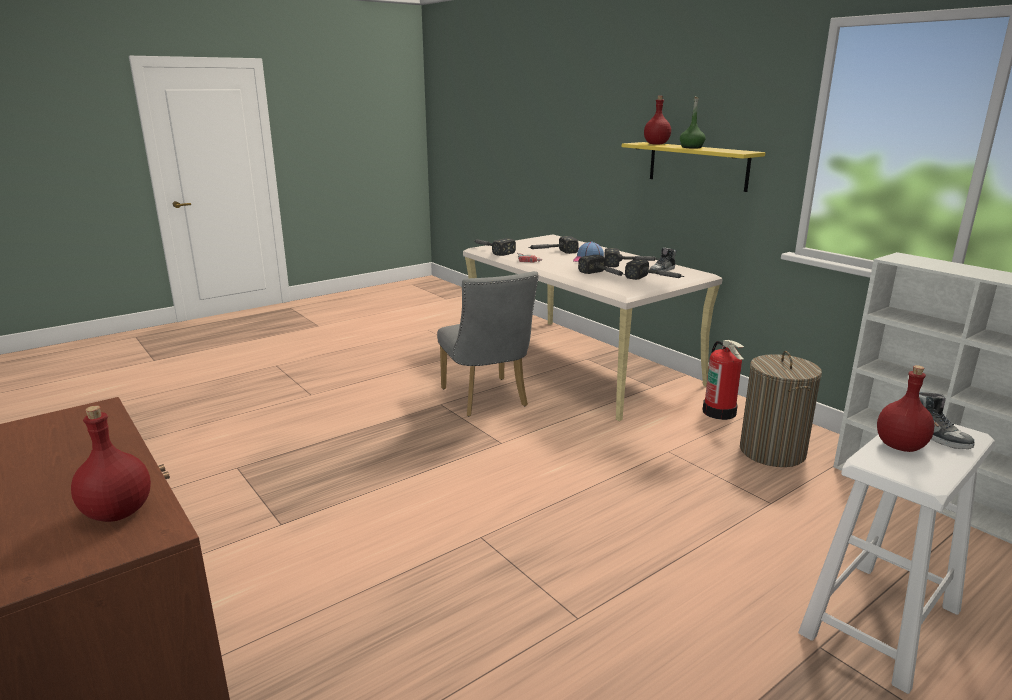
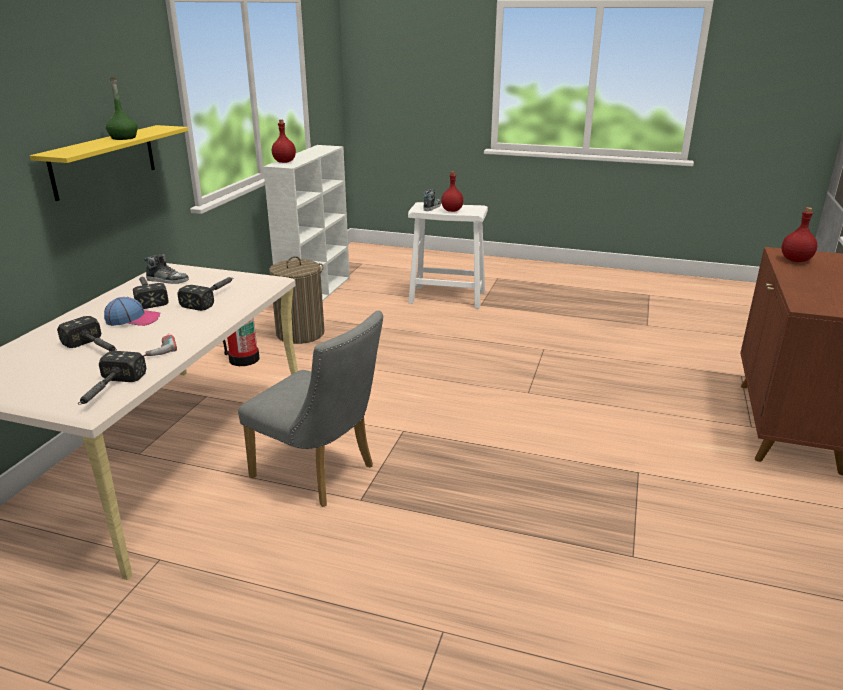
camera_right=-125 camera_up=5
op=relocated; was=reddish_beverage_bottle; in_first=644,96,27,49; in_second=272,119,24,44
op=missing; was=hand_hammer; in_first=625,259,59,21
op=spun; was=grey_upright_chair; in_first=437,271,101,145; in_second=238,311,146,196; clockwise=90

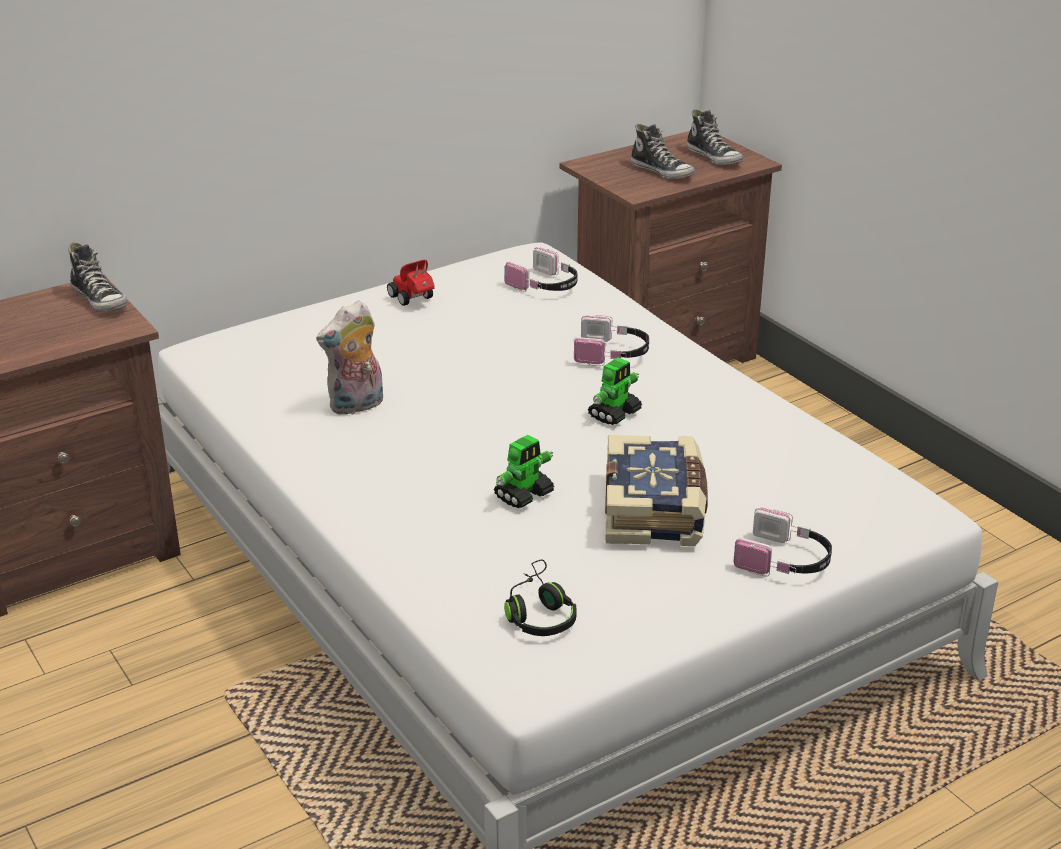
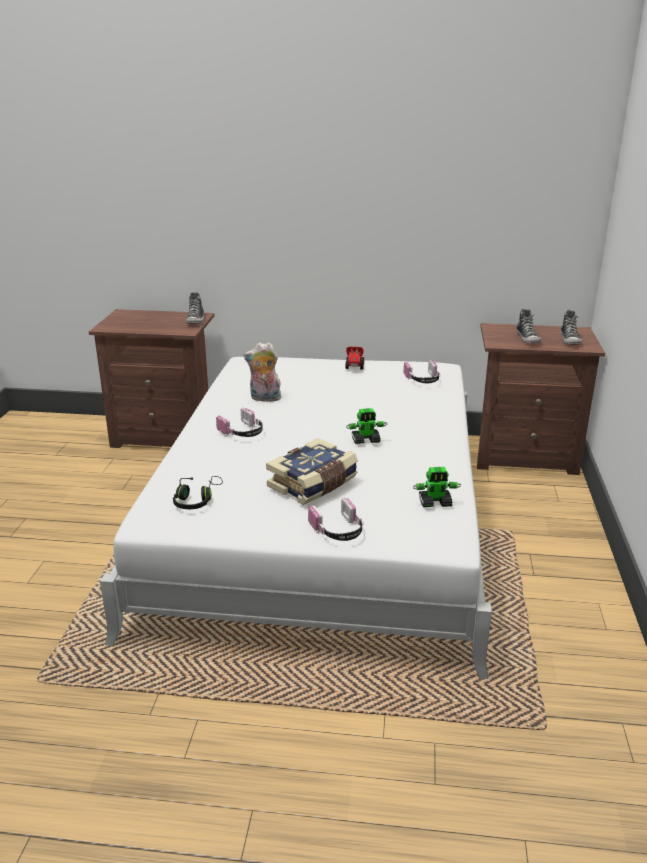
camera_right=40 camera_up=-5
op=relocated; was=headset; in_first=574,315,75,51; in_second=216,408,47,29
op=relocated; was=toy_robot; in_first=494,435,61,73; in_second=413,467,48,40

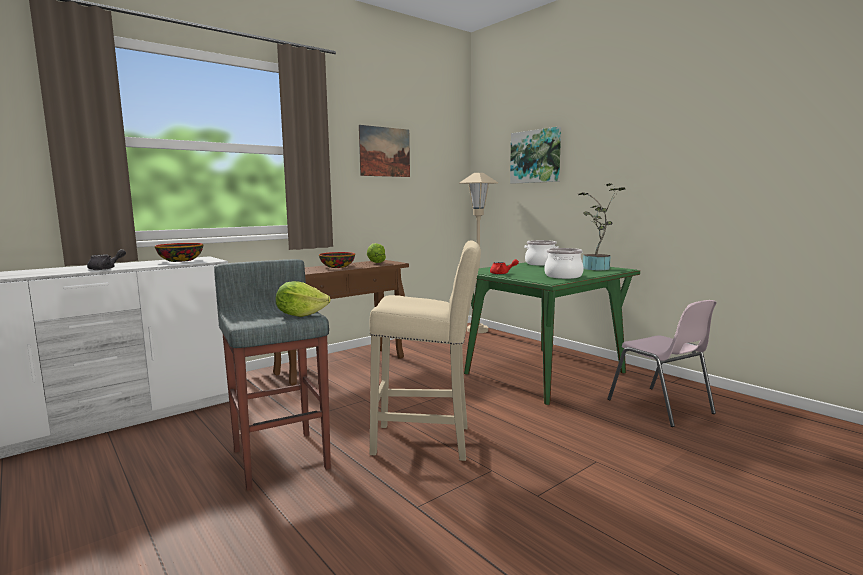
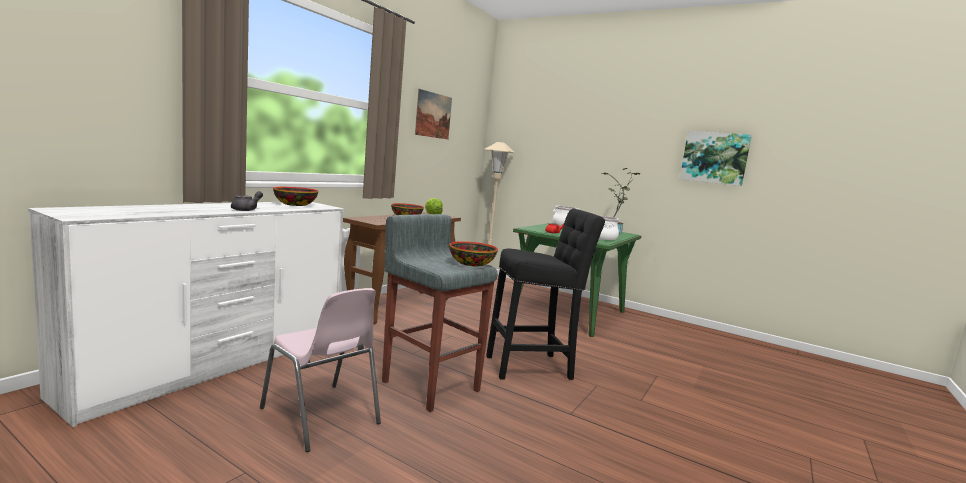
camera_right=-20 camera_up=0
op=relocated; was=wall_picture; in_first=510,127,51,57; in_second=680,131,72,55
op=colour; was=sand-coloured_stool; now=blackish_stool; in_first=370,240,111,221; in_second=486,209,119,171
op=exchanged; was=lettuce; now=deep_dish; in_first=276,281,55,36; in_second=449,241,49,25
op=relocated; was=pink_upright_chair; in_first=607,300,110,127; in_second=260,288,121,164

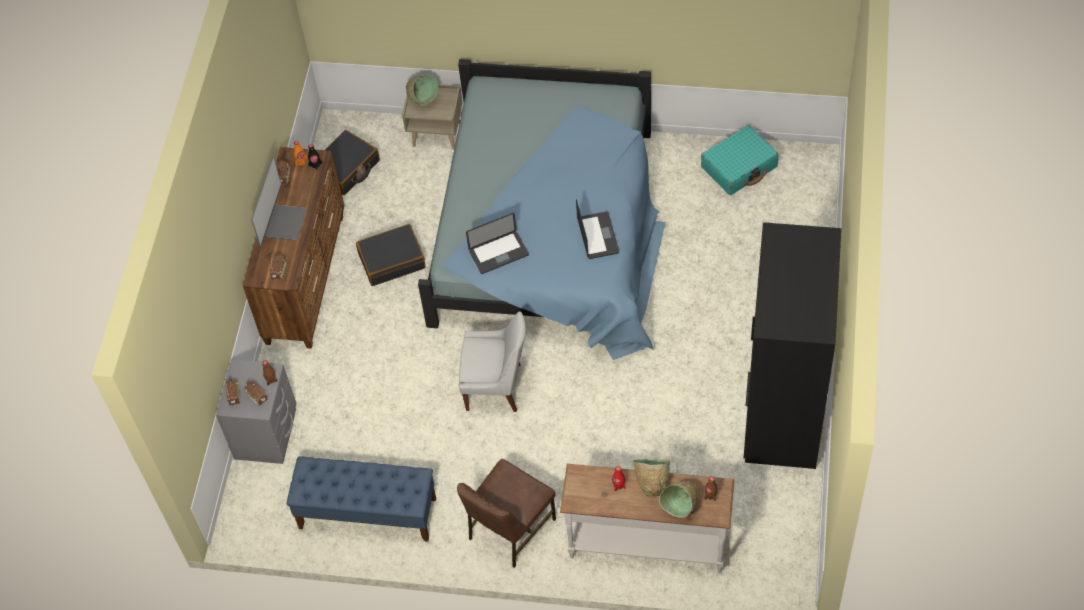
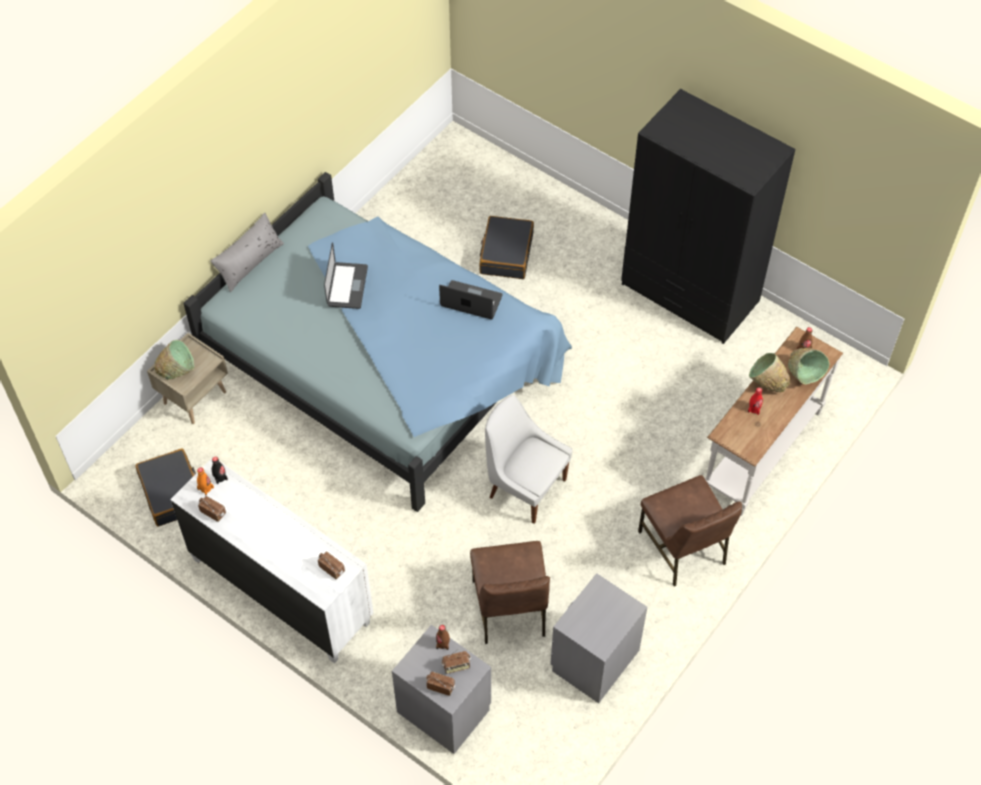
camera_right=-65 camera_up=0
op=missing; was=turquoise_travel_case; in_first=701,125,78,70
op=colour; was=brown-coloured_drawer_chest; now=whitish_drawer_chest; in_first=243,147,102,202; in_second=170,457,203,206
op=missing; was=monitor; in_first=251,157,56,90
op=relocated; was=portable_computer; in_first=466,213,63,61; in_second=324,242,44,67
op=relocated; was=blackish_travel_case; in_first=356,224,70,62; in_second=480,216,54,63
op=spun; was=whitish_upright_chair; in_first=459,311,67,101; in_second=485,395,87,129; clockwise=-90
op=exchanged; was=blue-coloured_bench; now=grey_bedside_table; in_first=287,456,149,86; in_second=550,573,97,130
op=appeared; now=grey_cushion; in_second=210,213,74,79
op=appeared; now=brown-coloured_upright_chair; in_second=470,541,80,103

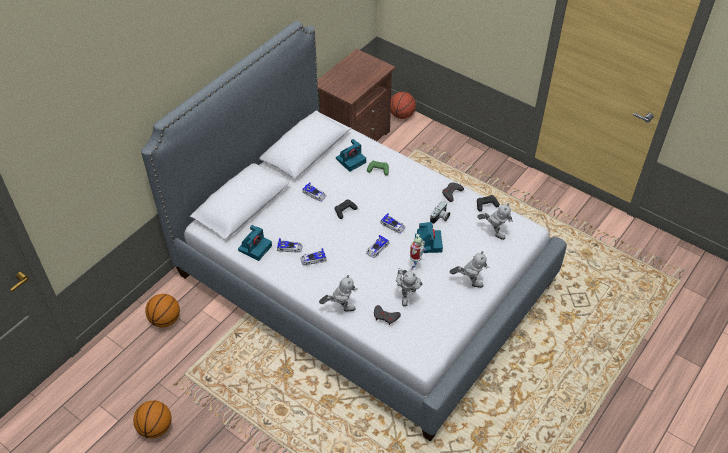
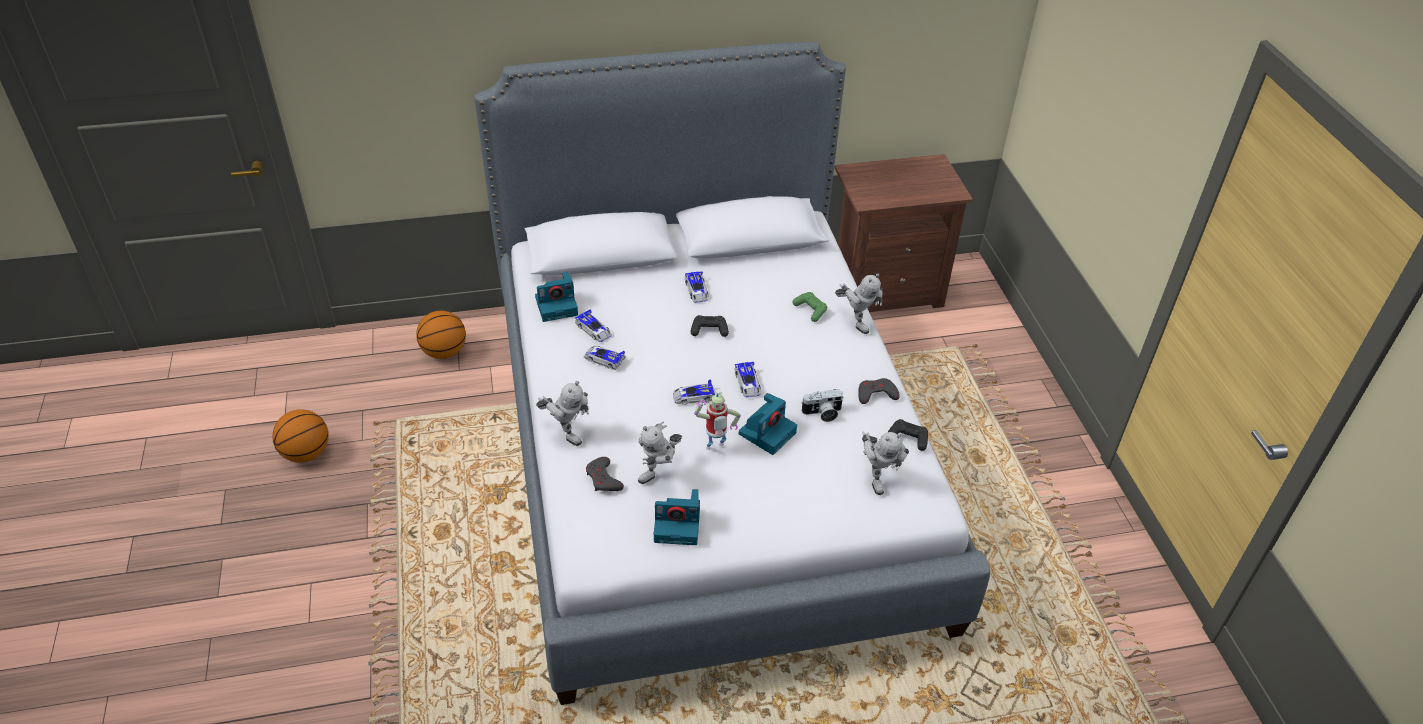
camera_right=40 camera_up=-5
op=missing; was=ball_for_basketball; in_first=391,92,25,27
op=relocated; was=still_camera; in_first=336,139,30,33; in_second=654,489,46,56
op=relocated; was=toy_robot; in_first=450,251,39,37; in_second=835,273,48,61

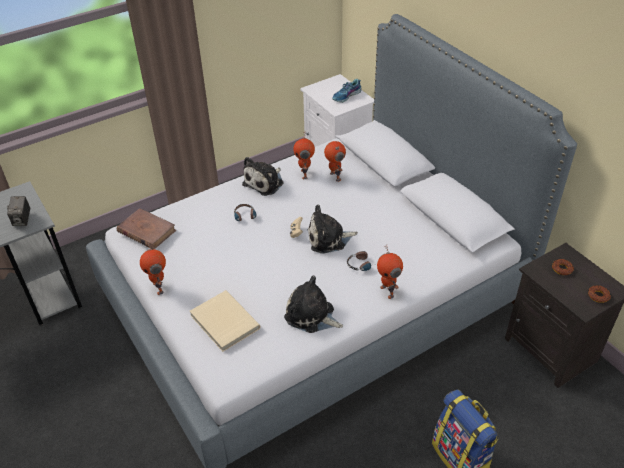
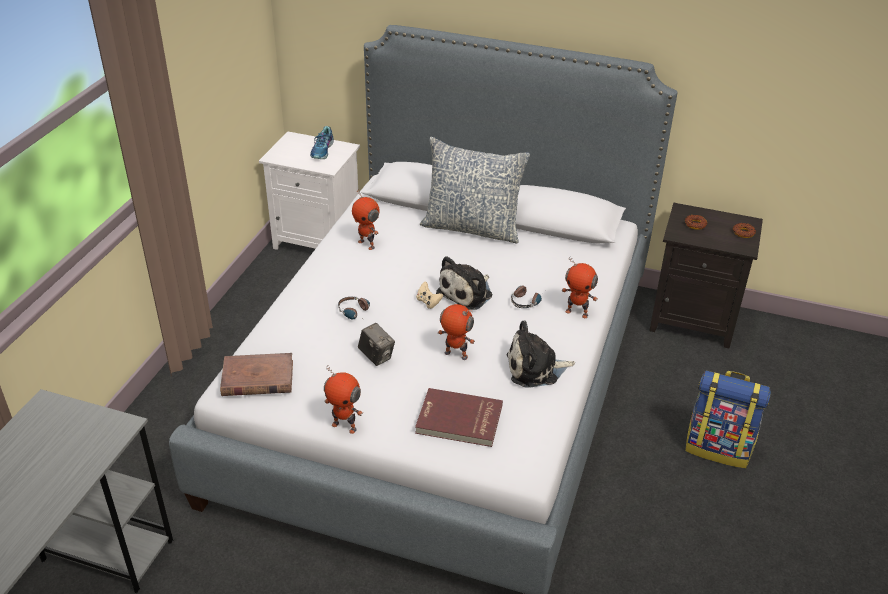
camera_right=-40 camera_up=-5
op=relocated; was=toy_robot; in_first=324,141,22,41; in_second=438,304,37,56
op=missing; was=cuddly_toy; in_first=242,157,42,39
op=relocated; was=still_camera; in_first=7,196,24,30; in_second=358,323,37,43
op=colour; was=sand-coloured_book; now=reddish_book; in_first=190,290,70,62; in_second=415,388,88,59
op=appeared; now=cushion; in_second=420,137,110,106

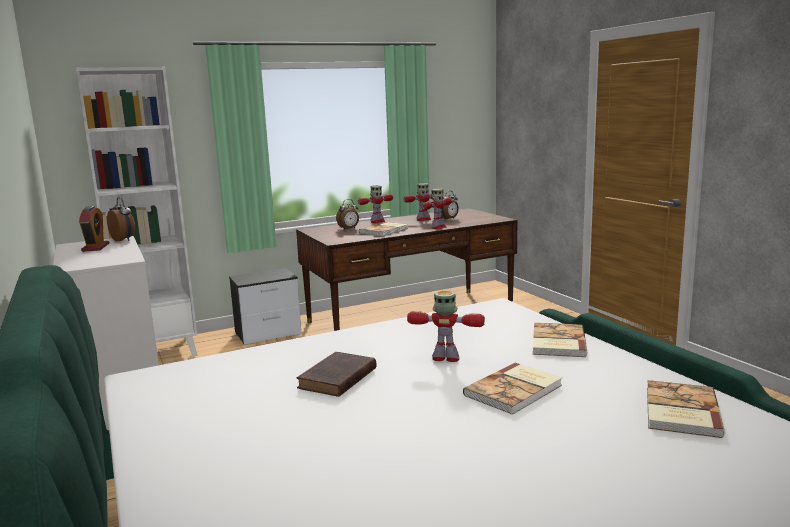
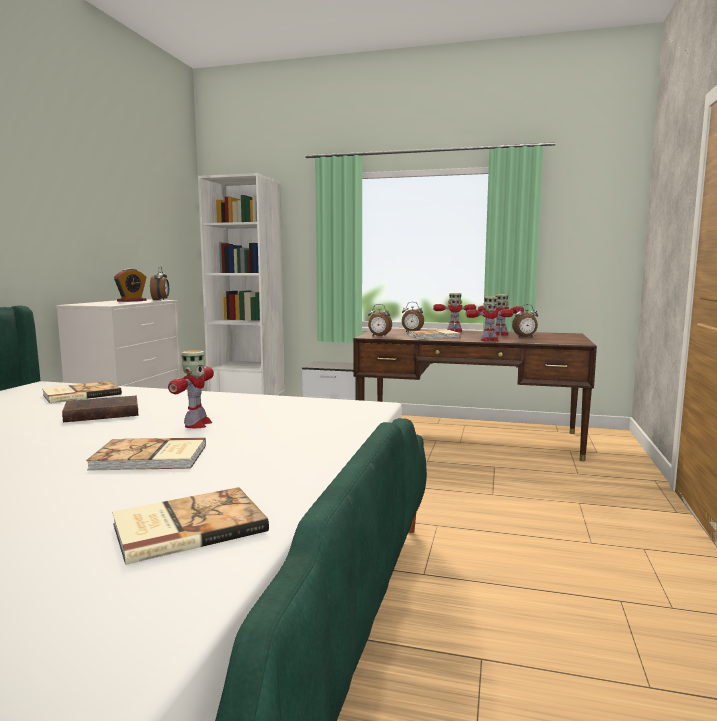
camera_right=40 camera_up=-5
op=spun; was=toy_robot; in_first=407,291,78,71; in_second=168,350,46,78; clockwise=45
op=relocated; was=book; in_first=533,323,55,34; in_second=42,381,80,22
op=appeared; now=bedside_clock; in_second=368,304,24,33

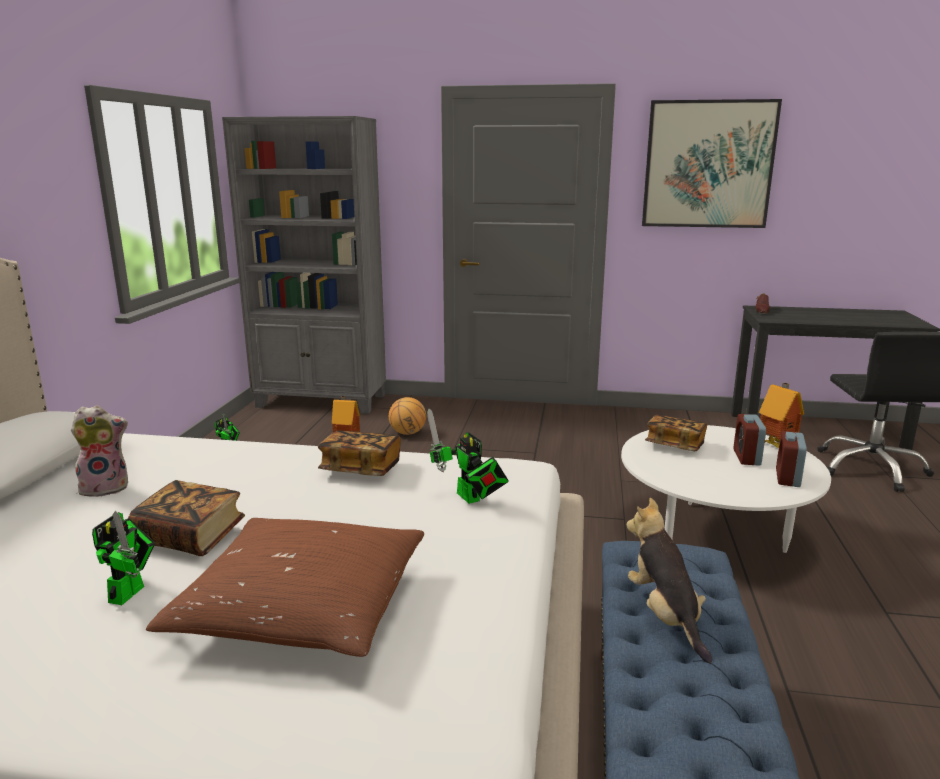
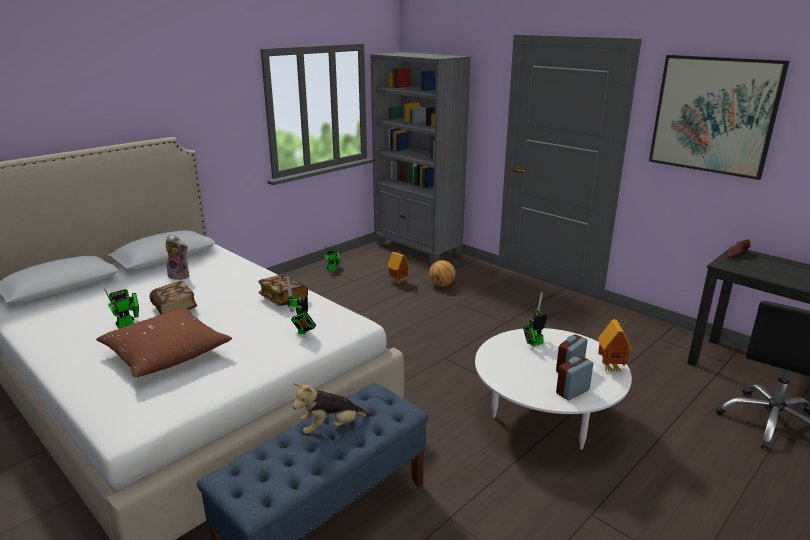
camera_right=35 camera_up=5
op=exchanged; was=book; now=toy_robot; in_first=645,415,62,36; in_second=523,292,25,54
op=spun; was=cuddly_toy; in_first=627,497,85,166; in_second=293,383,78,51; clockwise=-135

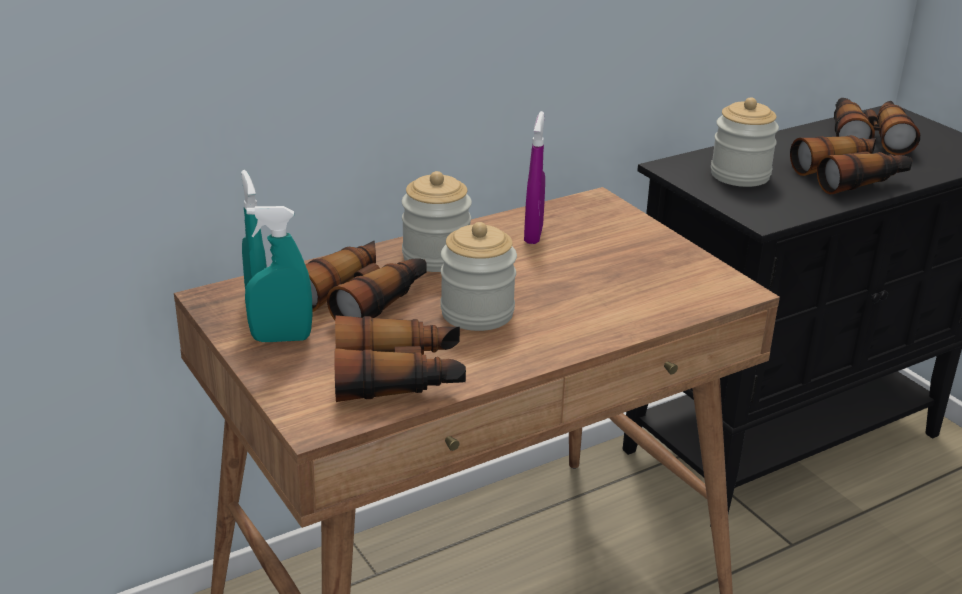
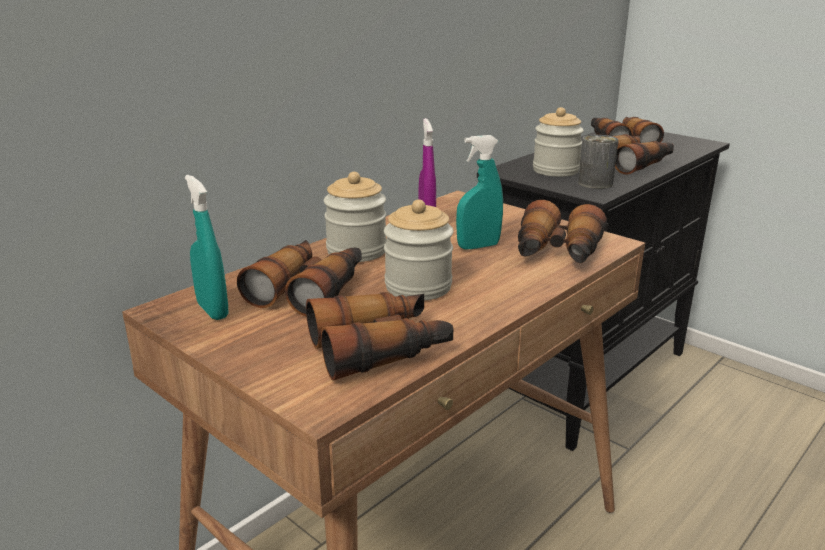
camera_right=-15 camera_up=-5
op=relocated; was=turquoise_spray_bottle; in_first=245,206,67,136; in_second=456,135,47,115
op=appeared; now=metal_can; in_second=578,135,40,54
op=appeared; now=binoculars; in_second=518,200,89,63

